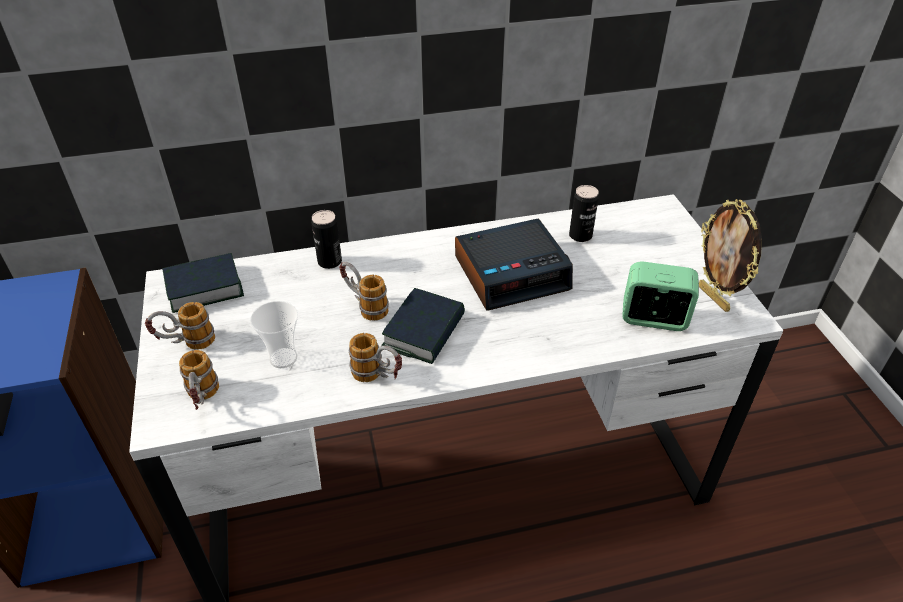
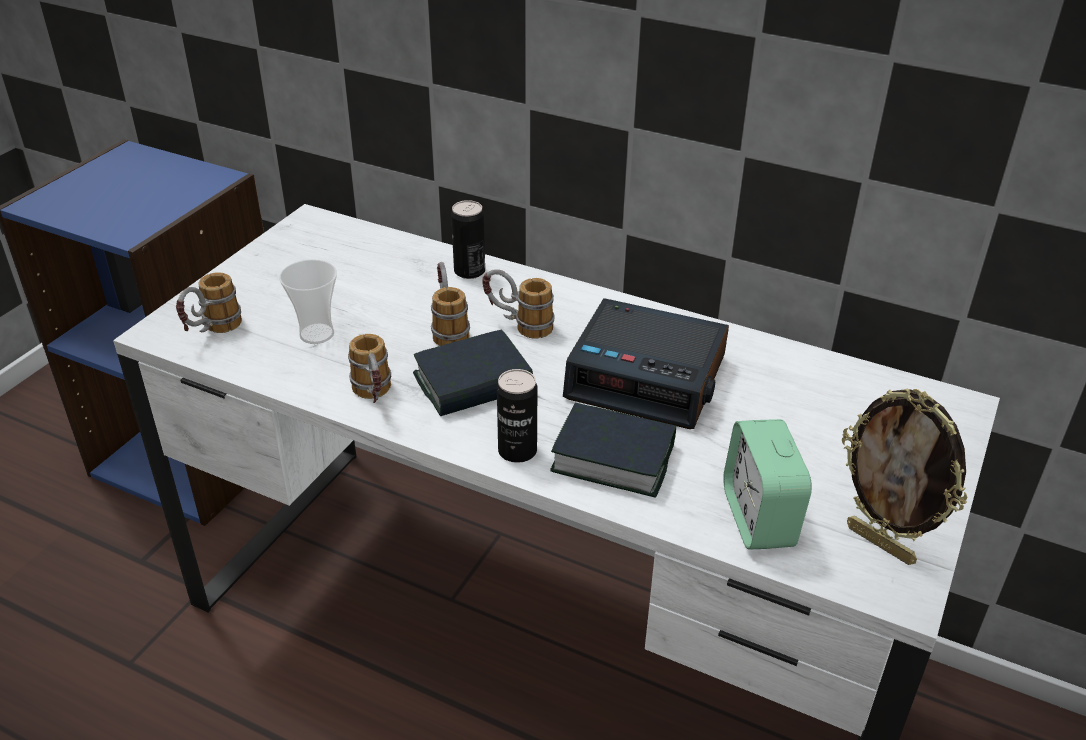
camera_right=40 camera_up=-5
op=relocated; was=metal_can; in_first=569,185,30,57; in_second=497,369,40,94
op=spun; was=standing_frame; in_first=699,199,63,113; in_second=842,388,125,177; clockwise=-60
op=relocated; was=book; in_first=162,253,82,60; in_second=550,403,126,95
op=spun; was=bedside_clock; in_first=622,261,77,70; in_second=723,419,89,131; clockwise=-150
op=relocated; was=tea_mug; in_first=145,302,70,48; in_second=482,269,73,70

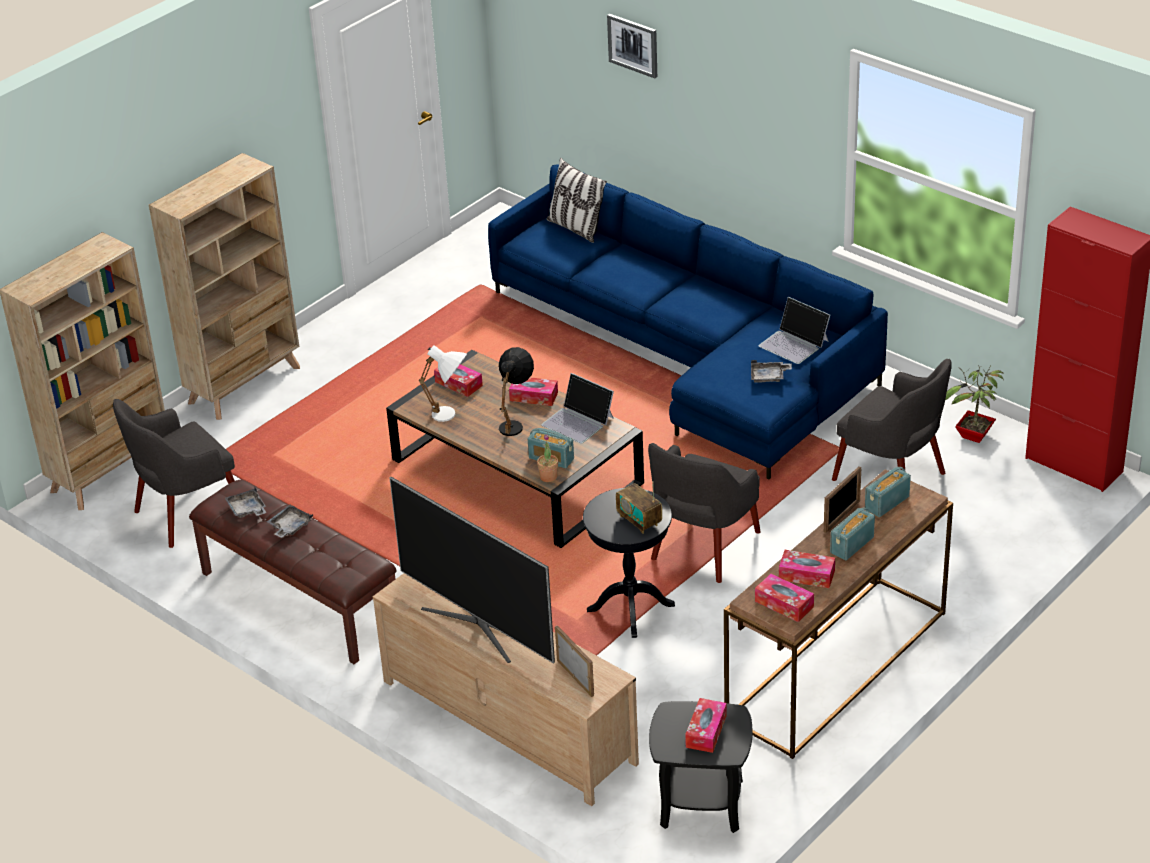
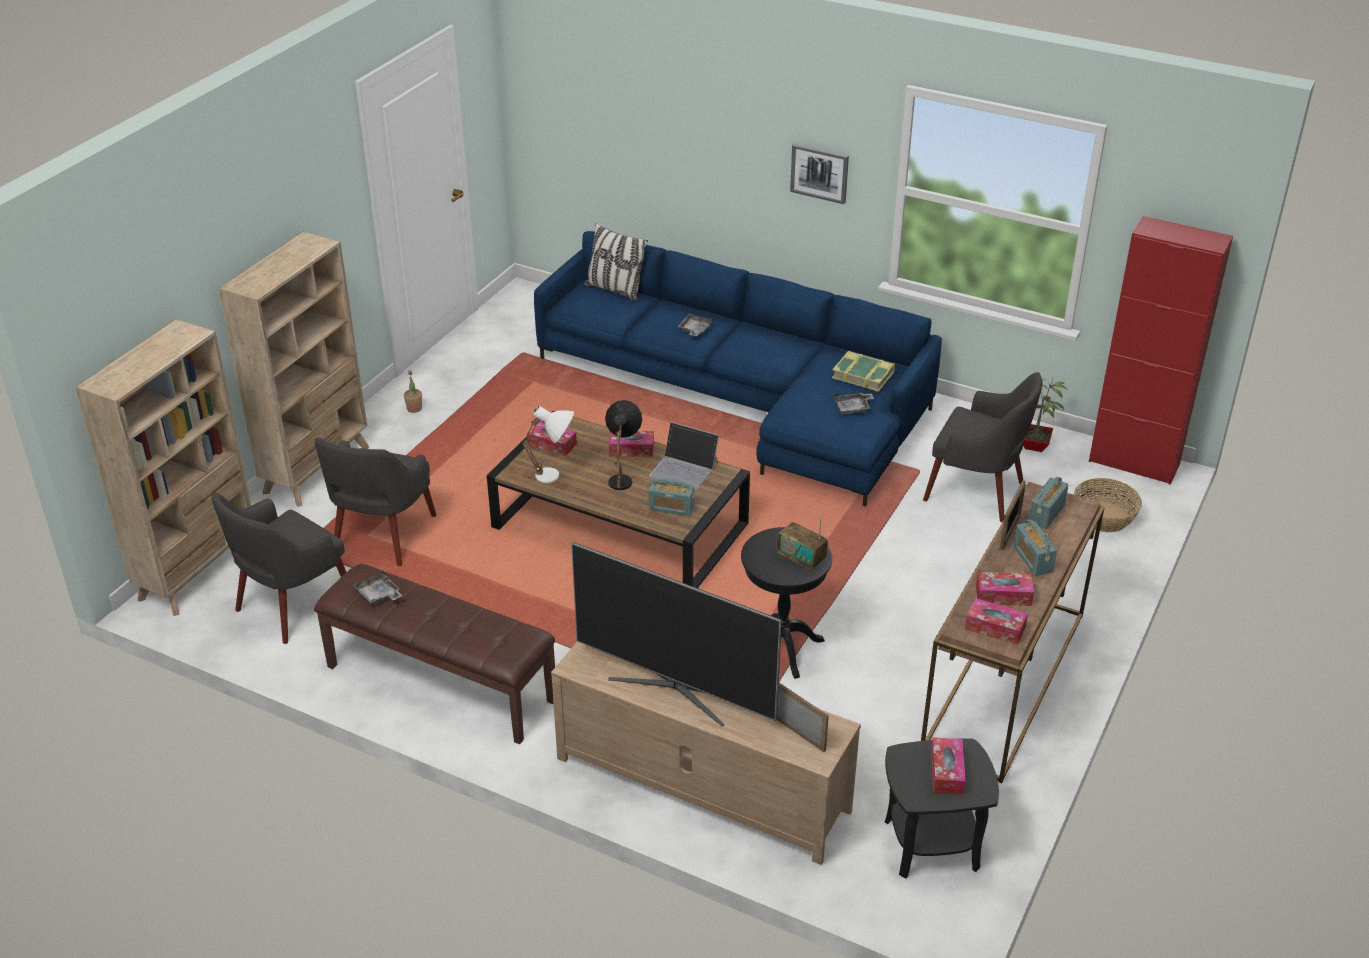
camera_right=-15 camera_up=0
op=relocated; was=wall_picture; in_first=607,14,50,64; in_second=790,143,59,61
op=exchanged; was=portable_computer; now=book; in_first=758,297,72,67; in_second=832,351,63,41
op=relocated; was=houseplant; in_first=537,434,21,48; in_second=404,370,18,43
op=relocated; was=grey_armchair; in_first=648,443,113,140; in_second=315,438,122,128
op=relocated; was=grey_carrying_tray; in_first=267,505,46,33; in_second=677,314,36,22
op=spun; was=radio; in_first=830,507,45,53; in_second=1014,519,43,57; clockwise=-45
op=appeared; now=storage_basket; in_second=1073,478,69,54

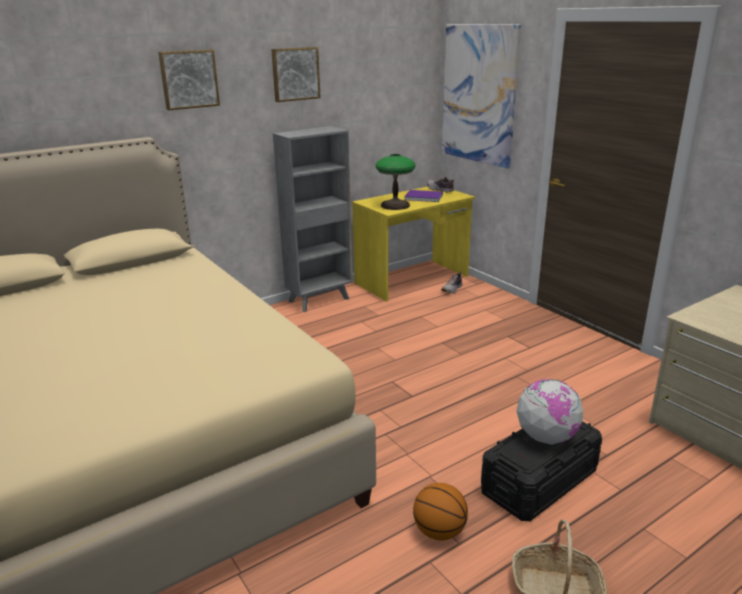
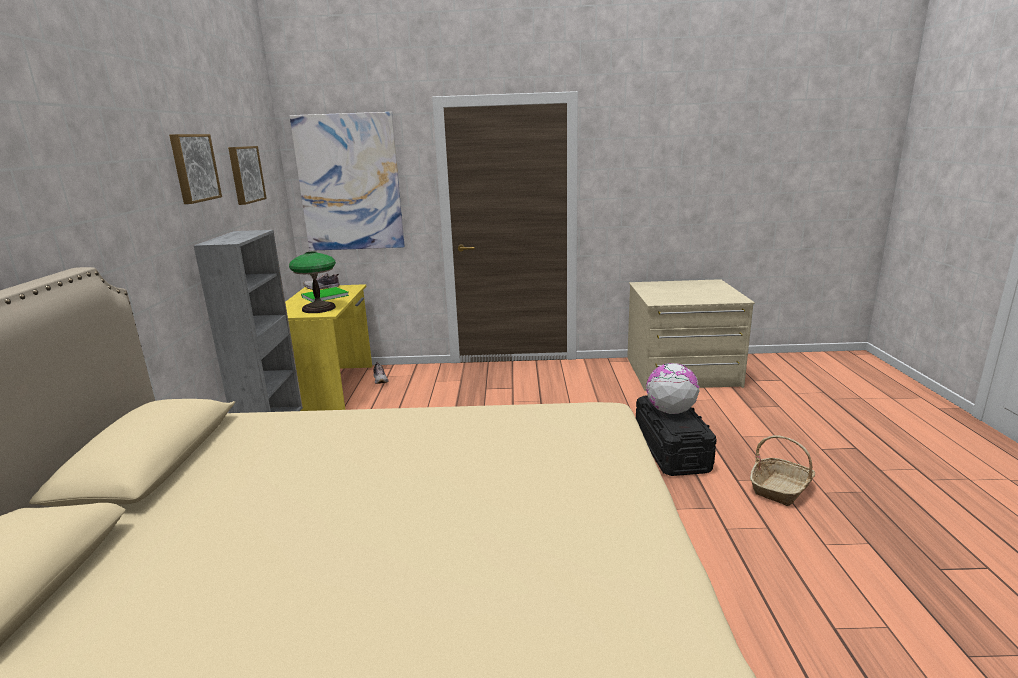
camera_right=-55 camera_up=-5
op=relocated; was=wall_picture; in_first=158,50,62,60; in_second=228,146,39,59
op=colour; was=purplish_book; now=greenish_book; in_first=404,190,39,12; in_second=301,287,48,15
op=missing; was=ball_for_basketball; in_first=413,483,55,57

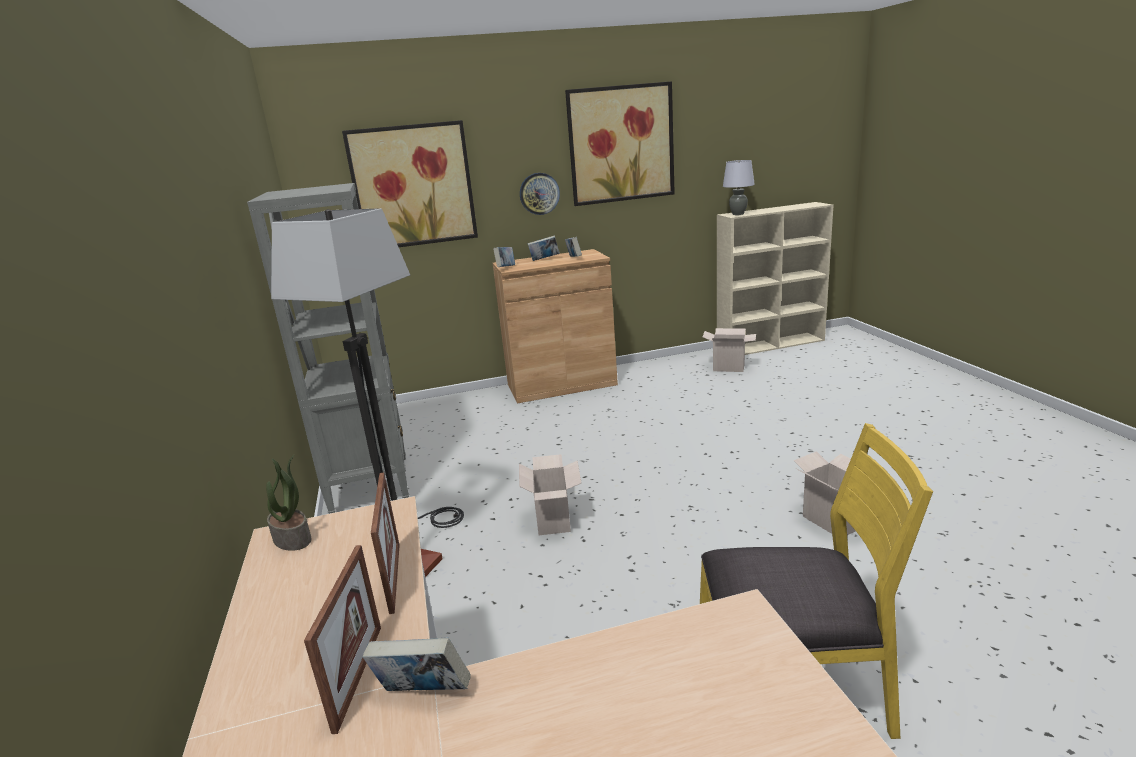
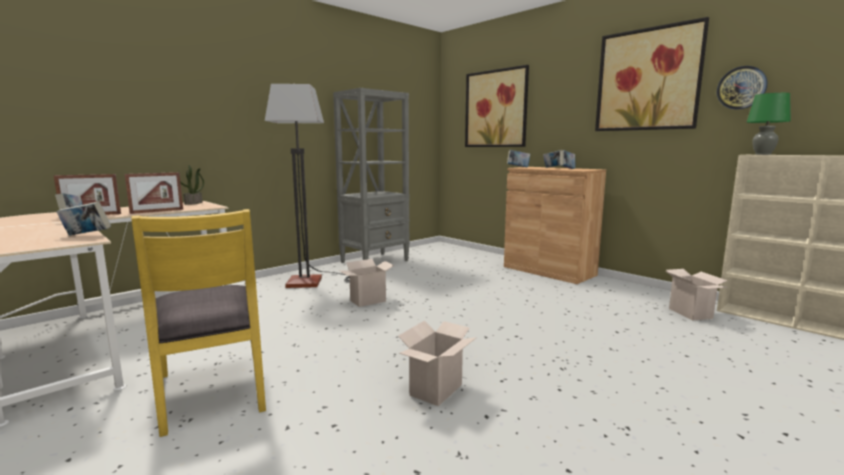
camera_right=60 camera_up=-10
op=colour; was=grey_tabletop_lamp; now=greenish_tabletop_lamp; in_first=723,160,32,55; in_second=747,93,44,62
op=relocated; was=wall_clock; in_first=520,173,40,42; in_second=717,66,50,43
op=appeared; now=book; in_second=56,202,55,34

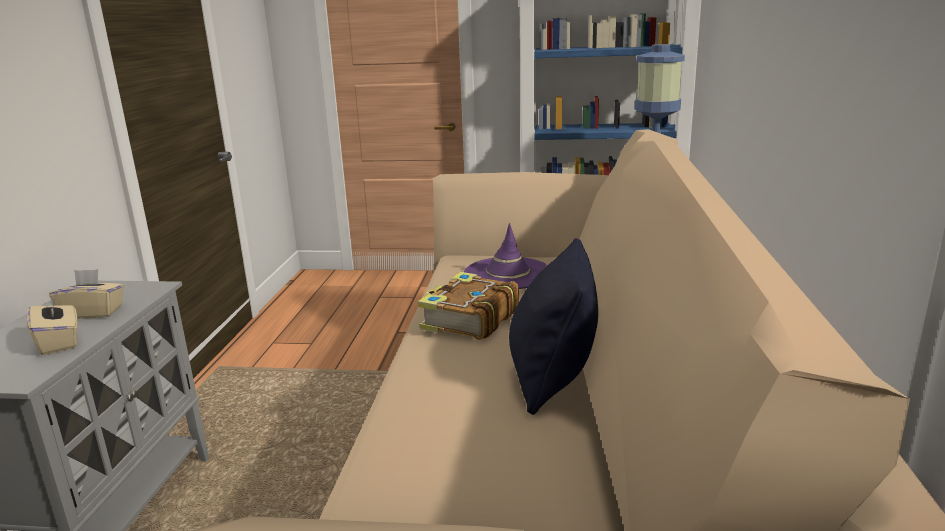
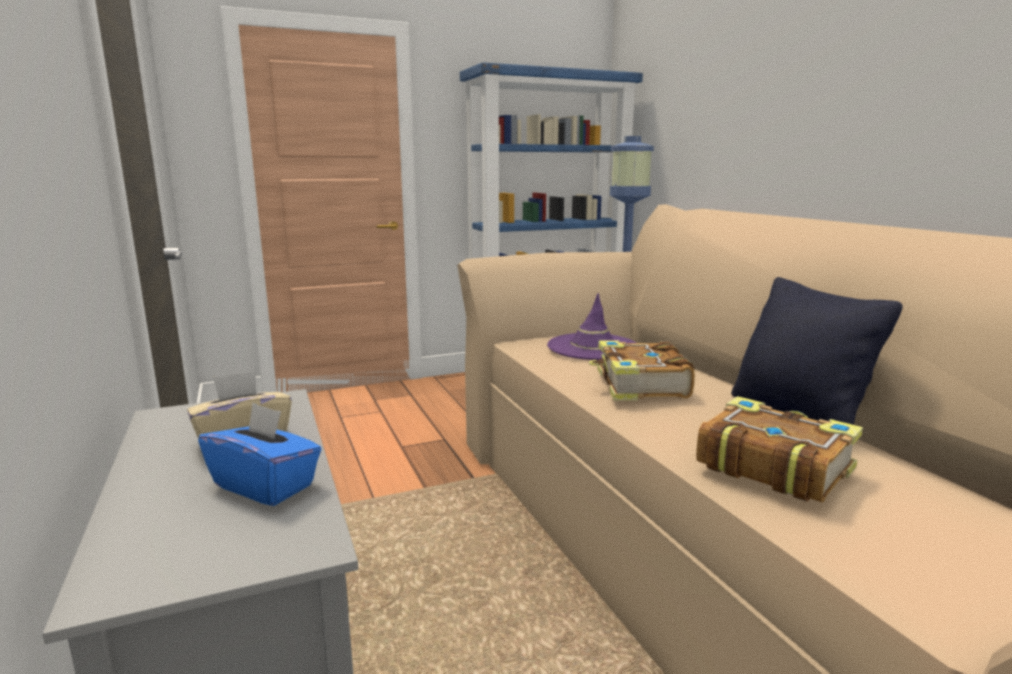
camera_right=-30 camera_up=-5
op=colour; was=sand-coloured_tissue_holder; now=blue-coloured_tissue_holder; in_first=27,293,51,62; in_second=198,403,124,103
op=appeared; now=book; in_second=696,396,167,107

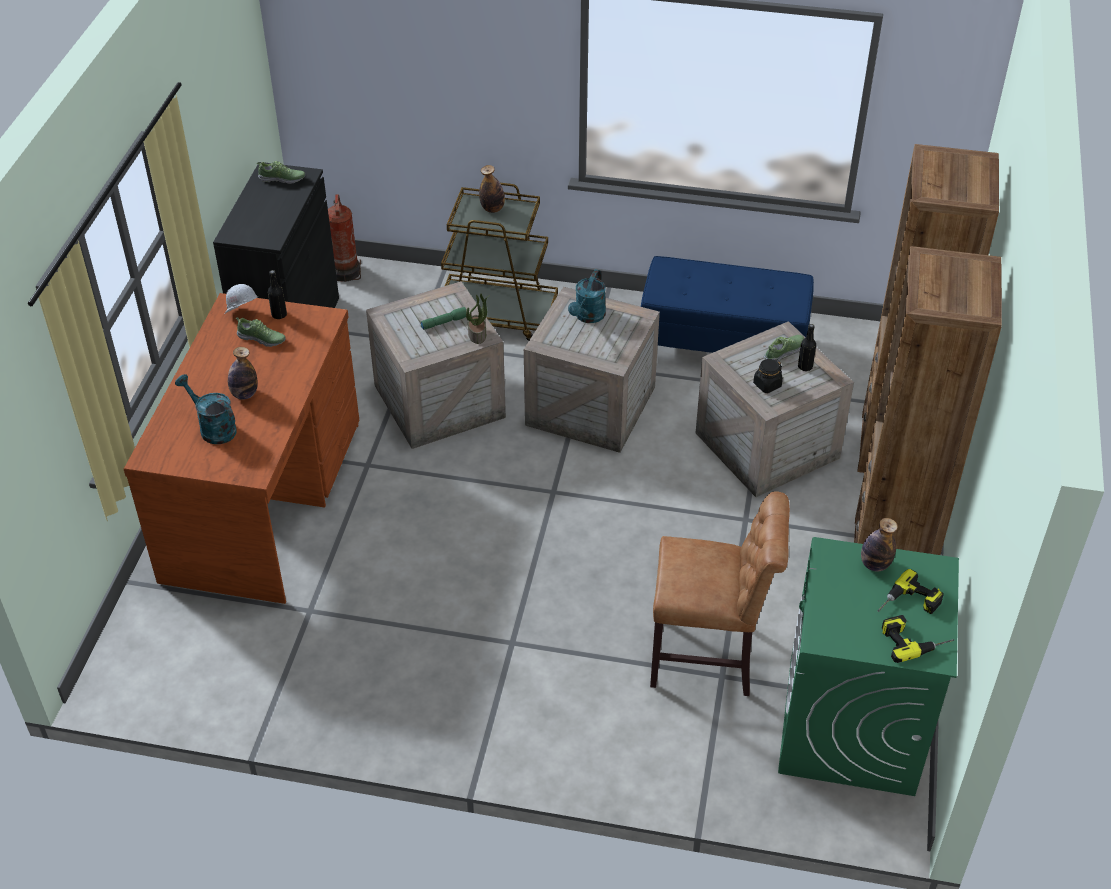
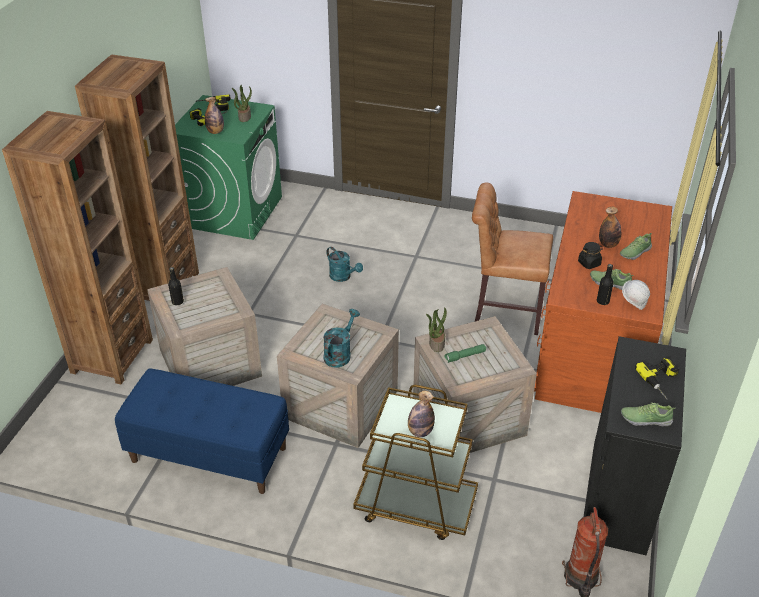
camera_right=-175 camera_up=-5
op=relocated; was=shoe; in_first=764,335,40,27; in_second=620,233,32,27
op=relocated; was=blackish_jar; in_first=753,359,30,34; in_second=578,242,25,27
op=relocated; was=turquoise_sprinkling_can; in_first=175,374,62,70; in_second=326,247,37,35
op=relocated; was=brown-coloured_upright_chair; in_first=650,491,140,205; in_second=472,183,81,152
op=appeared; now=houseplant; in_second=232,85,20,37
op=appeared; now=power_drill; in_second=635,358,44,41

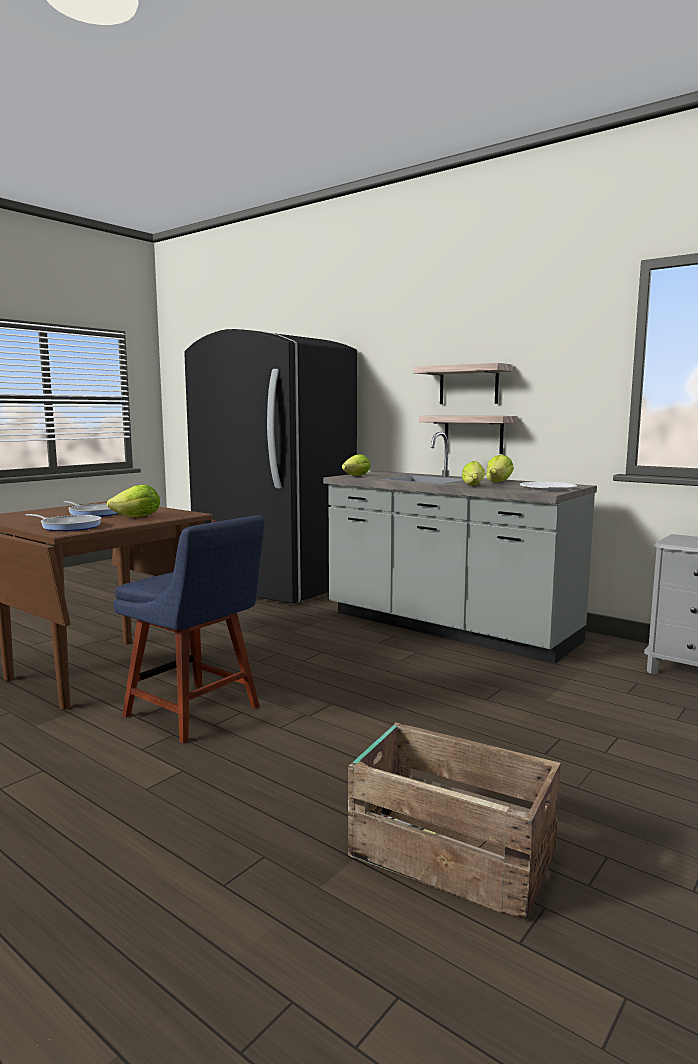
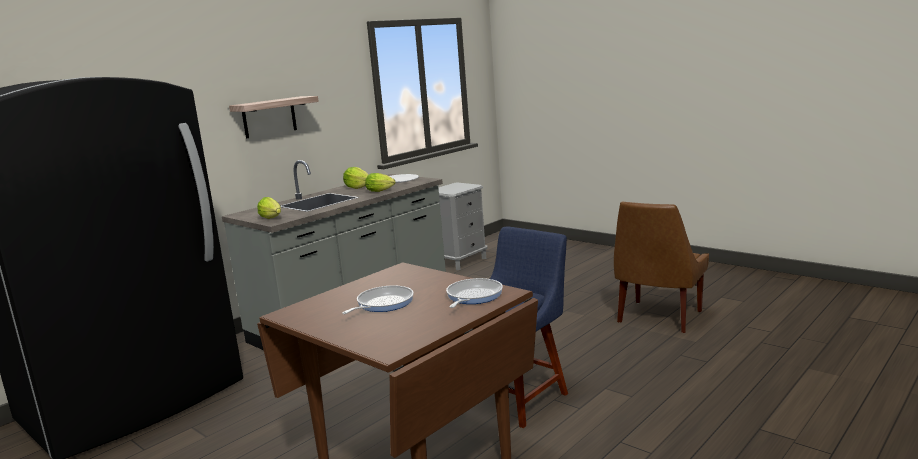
camera_right=-85 camera_up=5
op=missing; was=wall_shelf; in_first=419,416,98,38
op=missing; was=lettuce; in_first=107,485,53,32
op=exchanged; was=shipping_crate; now=brown-coloured_upright_chair; in_first=348,722,213,199; in_second=614,201,95,132

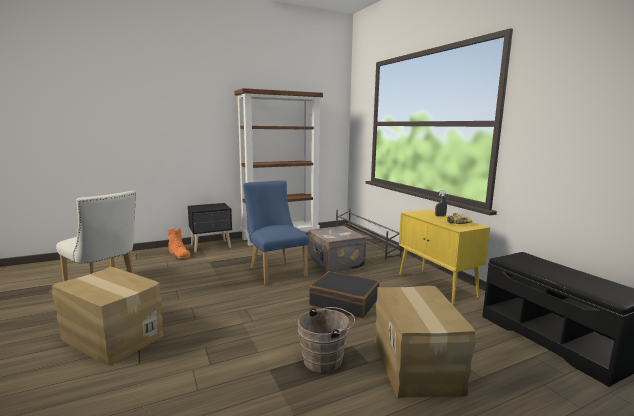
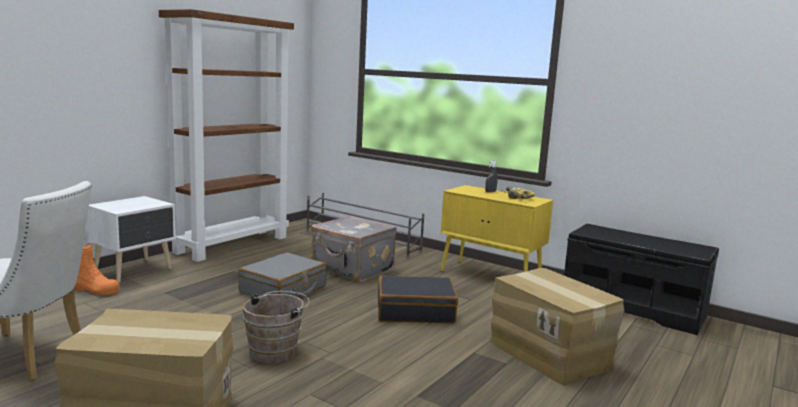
camera_right=-30 camera_up=0
op=exchanged; was=blue-coloured_upright_chair; now=grey_travel_case; in_first=243,180,66,105; in_second=238,253,89,44
op=colour; was=blackish_bedside_table; now=whitish_bedside_table; in_first=188,203,44,50; in_second=87,196,89,87
op=relocated; was=brown-coloured_pail; in_first=298,307,57,66; in_second=243,291,67,73

